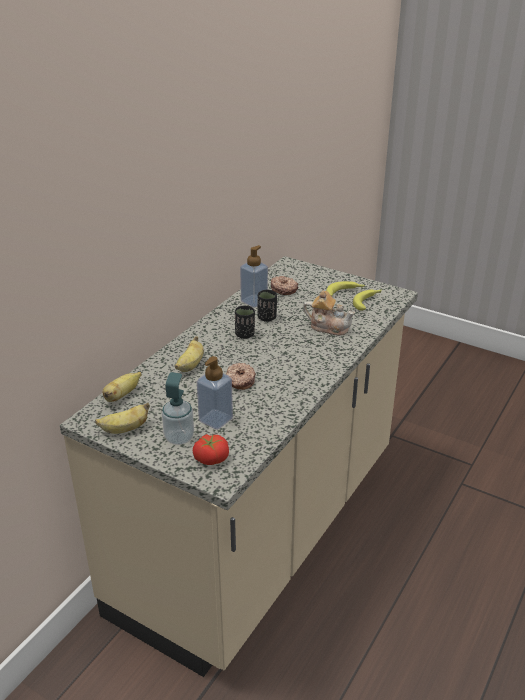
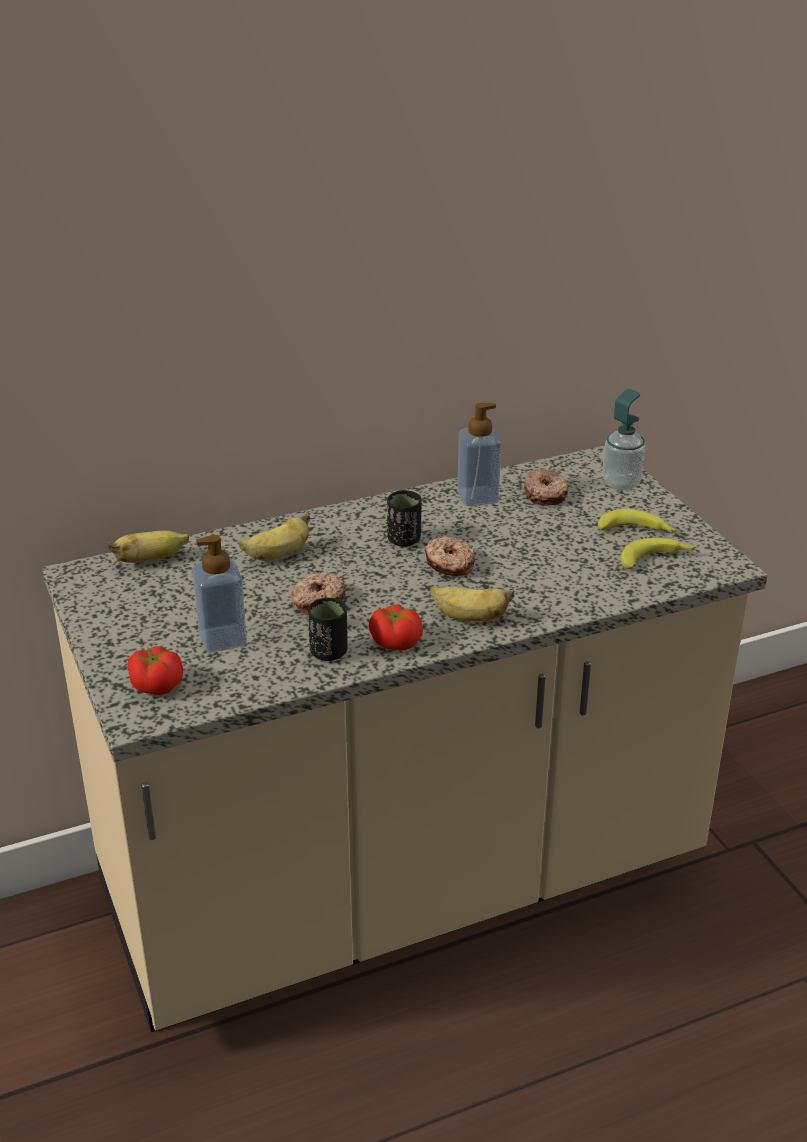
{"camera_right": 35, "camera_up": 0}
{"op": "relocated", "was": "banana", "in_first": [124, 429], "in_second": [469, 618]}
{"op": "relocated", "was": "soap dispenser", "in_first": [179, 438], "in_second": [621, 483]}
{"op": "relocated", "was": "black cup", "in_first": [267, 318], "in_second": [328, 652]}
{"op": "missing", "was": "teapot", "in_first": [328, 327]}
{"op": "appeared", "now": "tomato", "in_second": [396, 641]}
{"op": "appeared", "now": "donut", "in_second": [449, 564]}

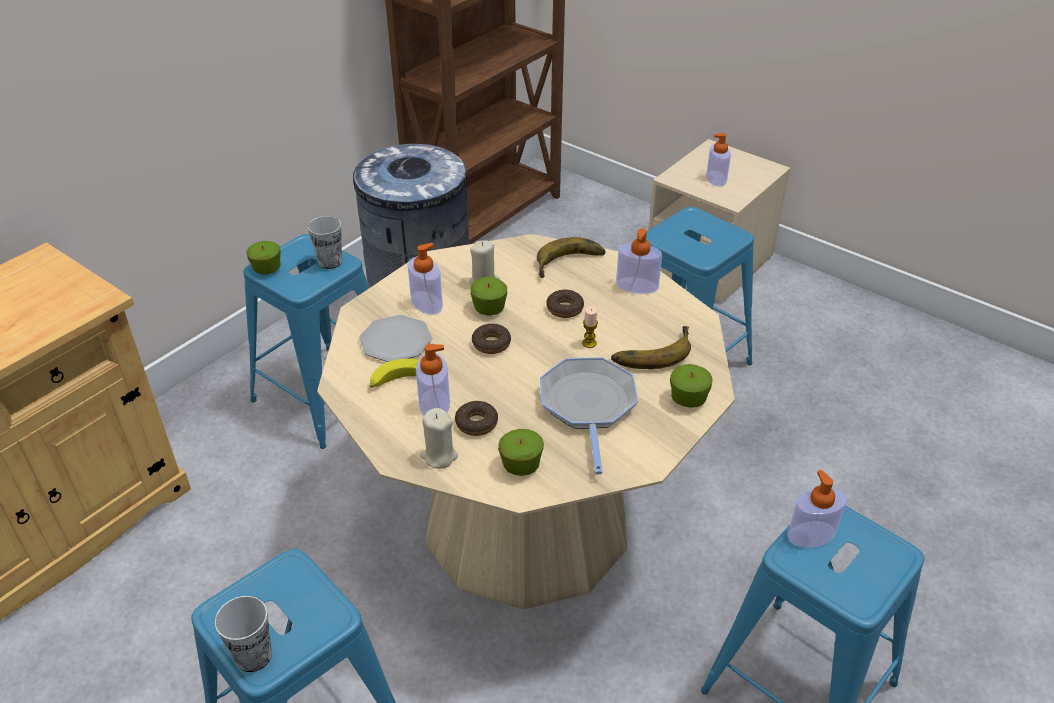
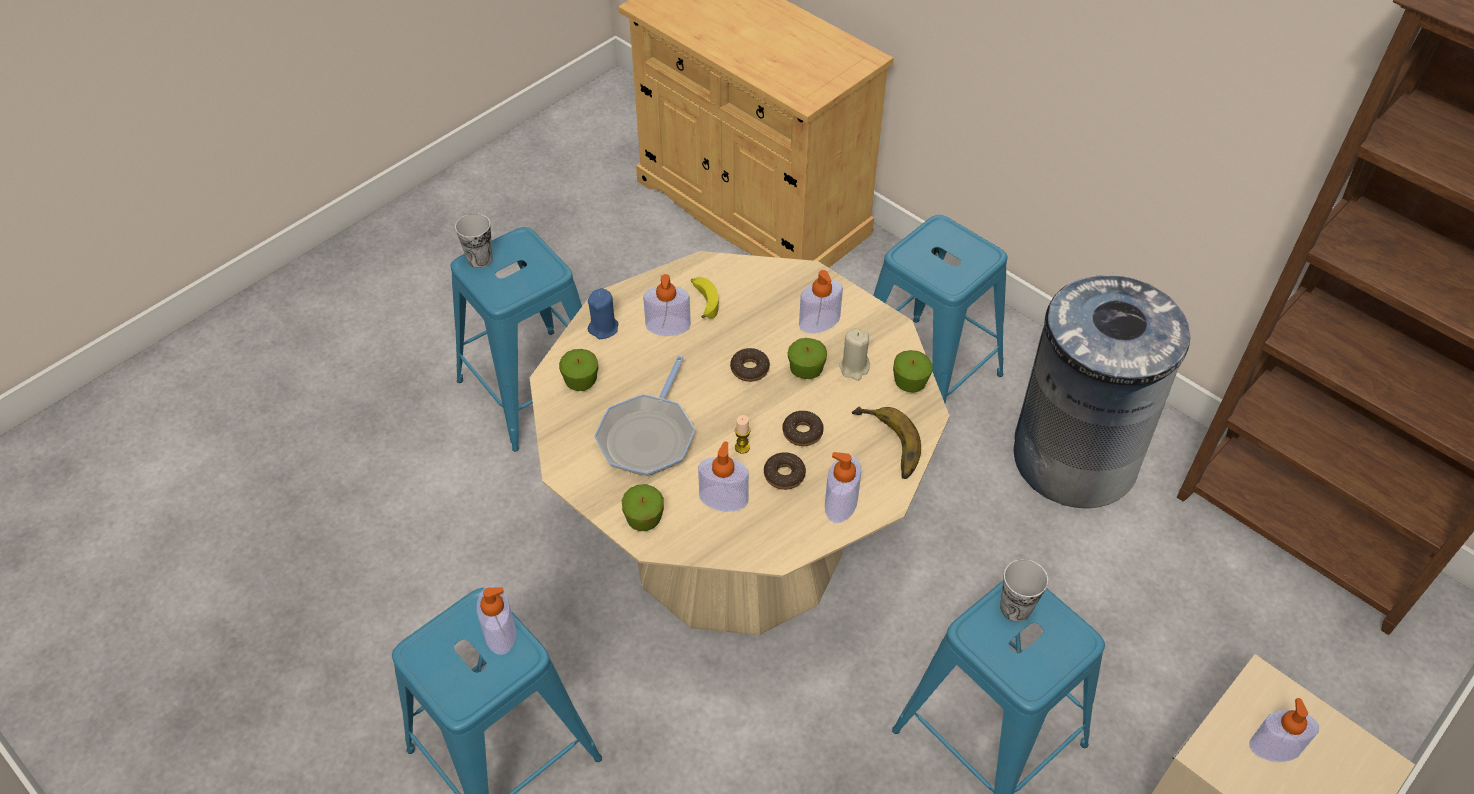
{"camera_right": 95, "camera_up": 10}
{"op": "relocated", "was": "apple", "in_first": [267, 269], "in_second": [910, 382]}
{"op": "relocated", "was": "cup", "in_first": [330, 262], "in_second": [1015, 608]}
{"op": "missing", "was": "plate", "in_first": [395, 341]}
{"op": "colour", "was": "beige candle", "now": "blue candle", "in_first": [439, 456], "in_second": [603, 328]}
{"op": "relocated", "was": "donut", "in_first": [476, 423], "in_second": [784, 475]}
{"op": "spun", "was": "frying pan", "in_first": [588, 406], "in_second": [648, 436], "clockwise": 105}
{"op": "exchanged", "was": "banana", "now": "soap dispenser", "in_first": [650, 351], "in_second": [723, 499]}

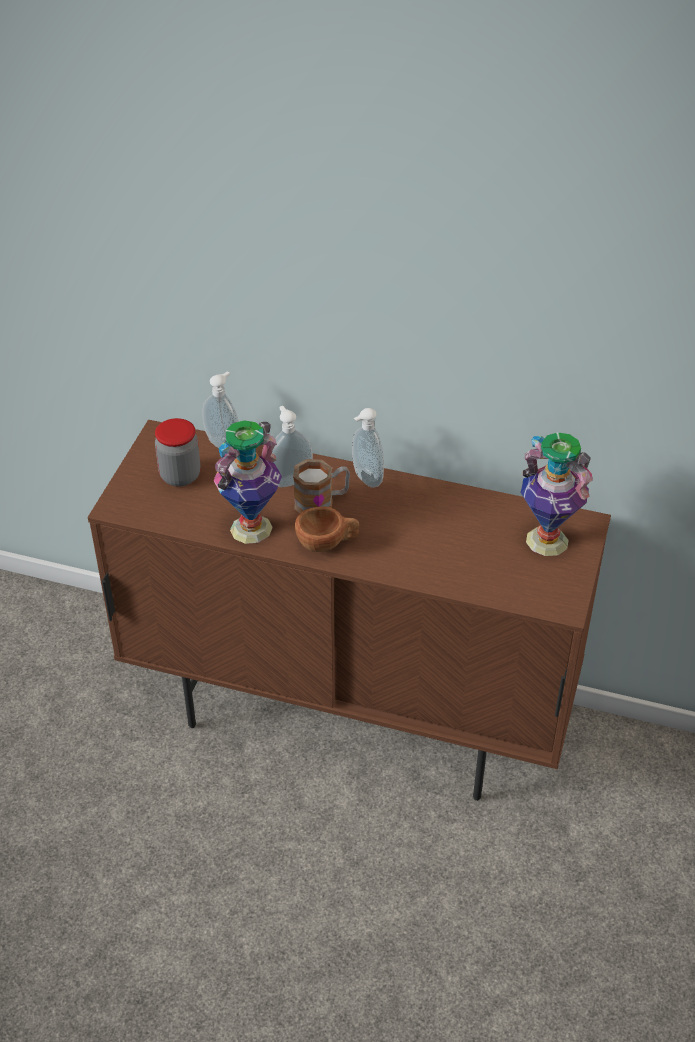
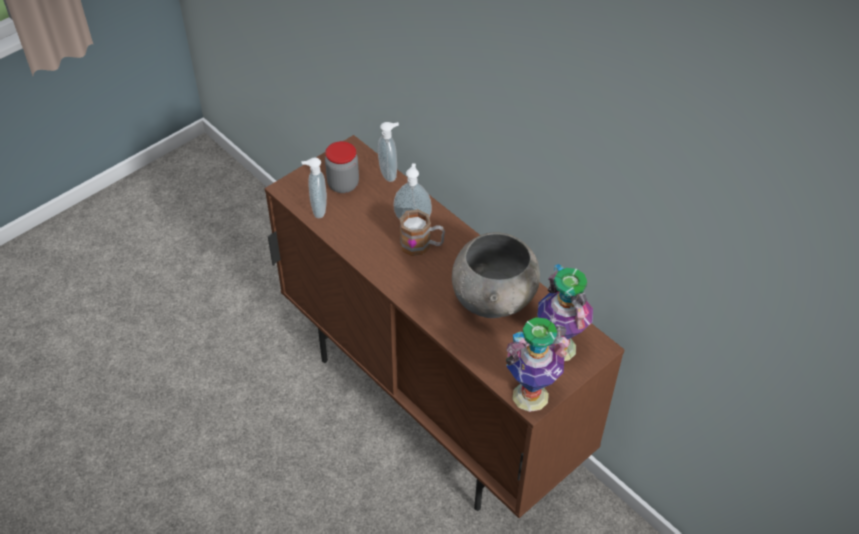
{"camera_right": 30, "camera_up": 5}
{"op": "relocated", "was": "vase", "in_first": [251, 529], "in_second": [530, 397]}
{"op": "missing", "was": "brown cup", "in_first": [327, 543]}
{"op": "relocated", "was": "soap dispenser", "in_first": [365, 479], "in_second": [317, 209]}
{"op": "appeared", "now": "grey bowl", "in_second": [493, 300]}

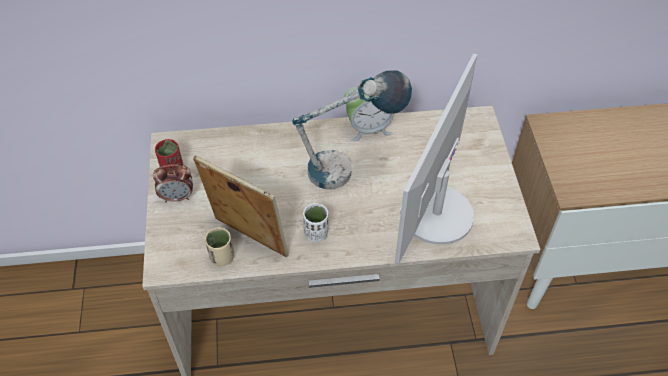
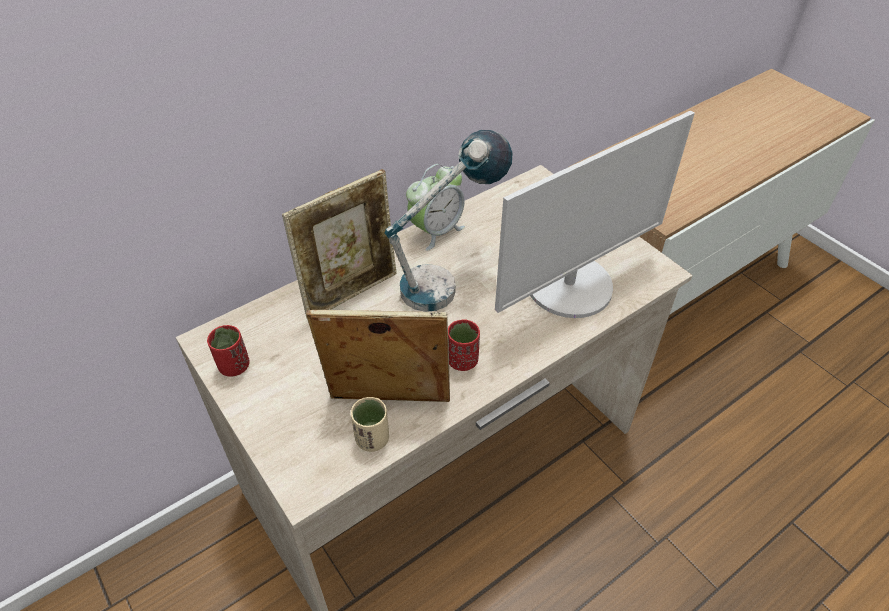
{"camera_right": -30, "camera_up": -5}
{"op": "missing", "was": "alarm clock", "in_first": [177, 197]}
{"op": "colour", "was": "white cup", "now": "red cup", "in_first": [316, 233], "in_second": [462, 360]}
{"op": "spun", "was": "monitor", "in_first": [435, 214], "in_second": [570, 286], "clockwise": -120}
{"op": "appeared", "now": "picture frame", "in_second": [351, 293]}

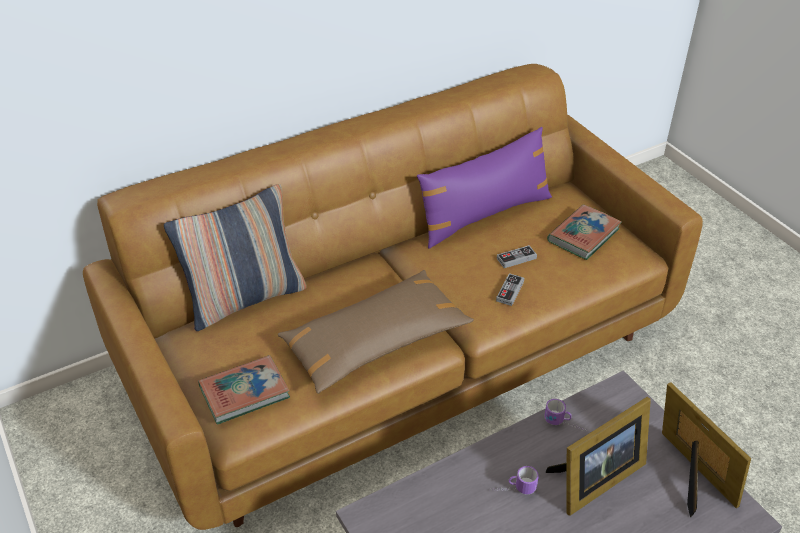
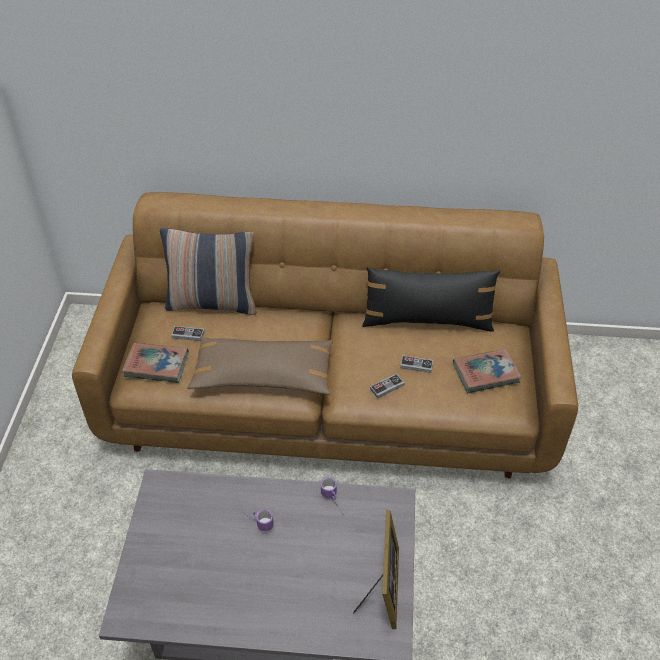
{"camera_right": 35, "camera_up": 5}
{"op": "colour", "was": "purple pillow", "now": "black pillow", "in_first": [484, 215], "in_second": [427, 320]}
{"op": "missing", "was": "picture frame", "in_first": [594, 480]}
{"op": "appeared", "now": "game controller", "in_second": [188, 335]}

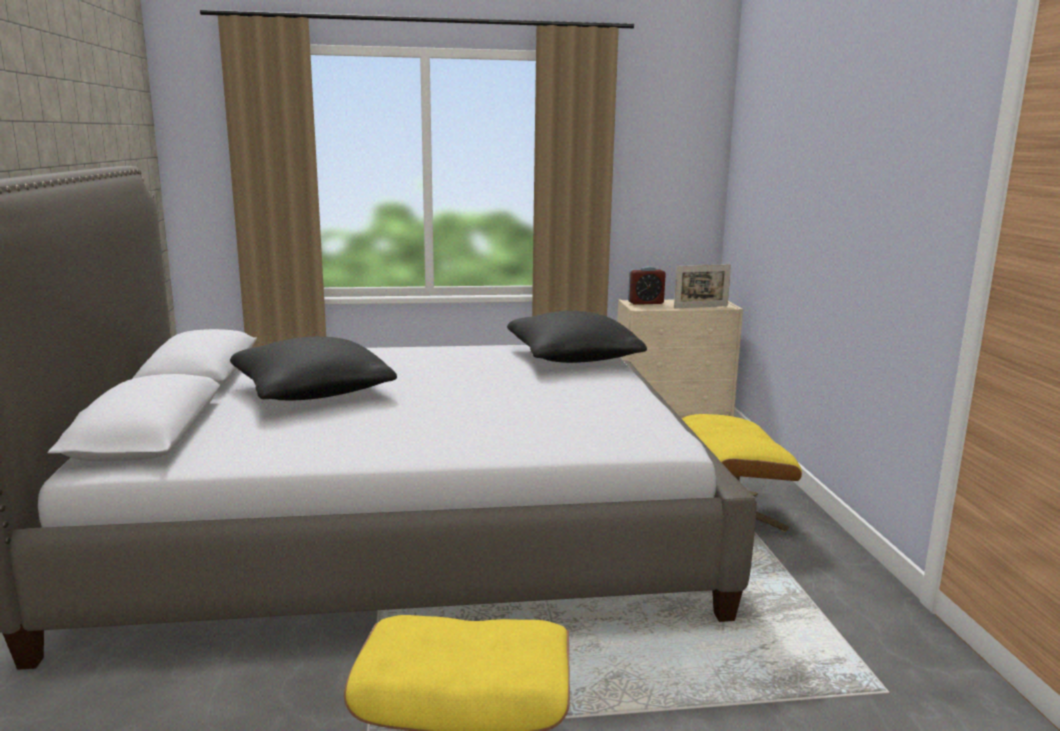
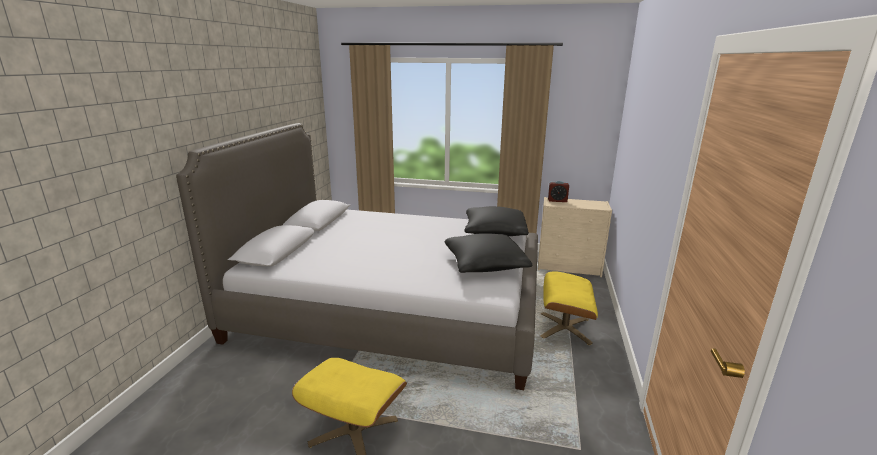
{"camera_right": 20, "camera_up": 5}
{"op": "relocated", "was": "black pillow", "in_first": [312, 392], "in_second": [485, 265]}
{"op": "missing", "was": "picture frame", "in_first": [701, 307]}

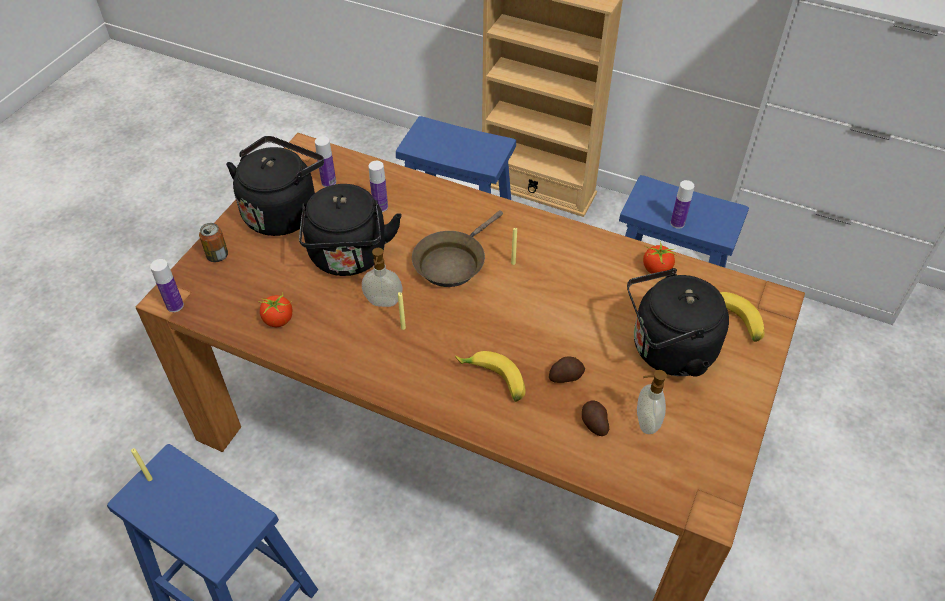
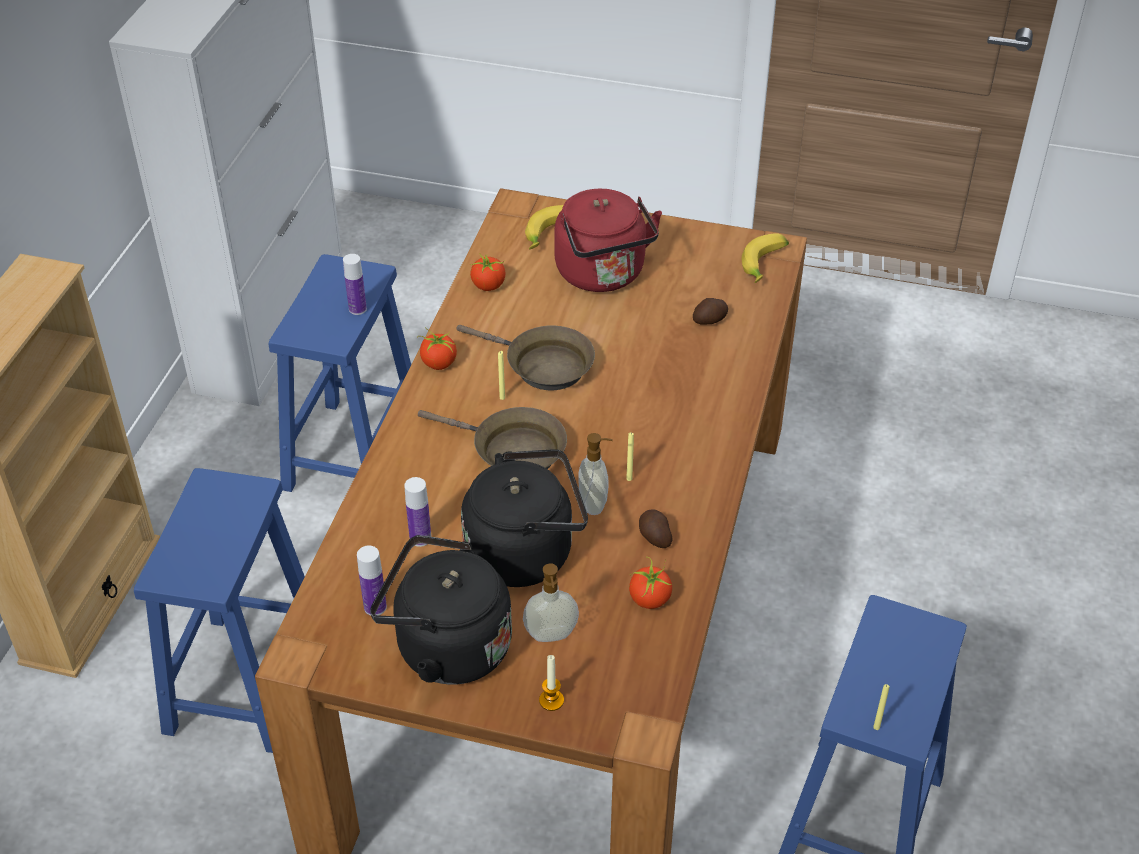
{"camera_right": -100, "camera_up": -5}
{"op": "missing", "was": "bottle", "in_first": [175, 305]}
{"op": "exchanged", "was": "can", "now": "candle", "in_first": [217, 256], "in_second": [551, 700]}
{"op": "relocated", "was": "banana", "in_first": [492, 381], "in_second": [765, 265]}
{"op": "relocated", "was": "potato", "in_first": [565, 376], "in_second": [654, 537]}
{"op": "colour", "was": "black kettle", "now": "red kettle", "in_first": [668, 351], "in_second": [603, 275]}
{"op": "relocated", "was": "soap dispenser", "in_first": [645, 422], "in_second": [551, 635]}
{"op": "appeared", "now": "tomato", "in_second": [438, 363]}
{"op": "appeared", "now": "brown frying pan", "in_second": [542, 365]}

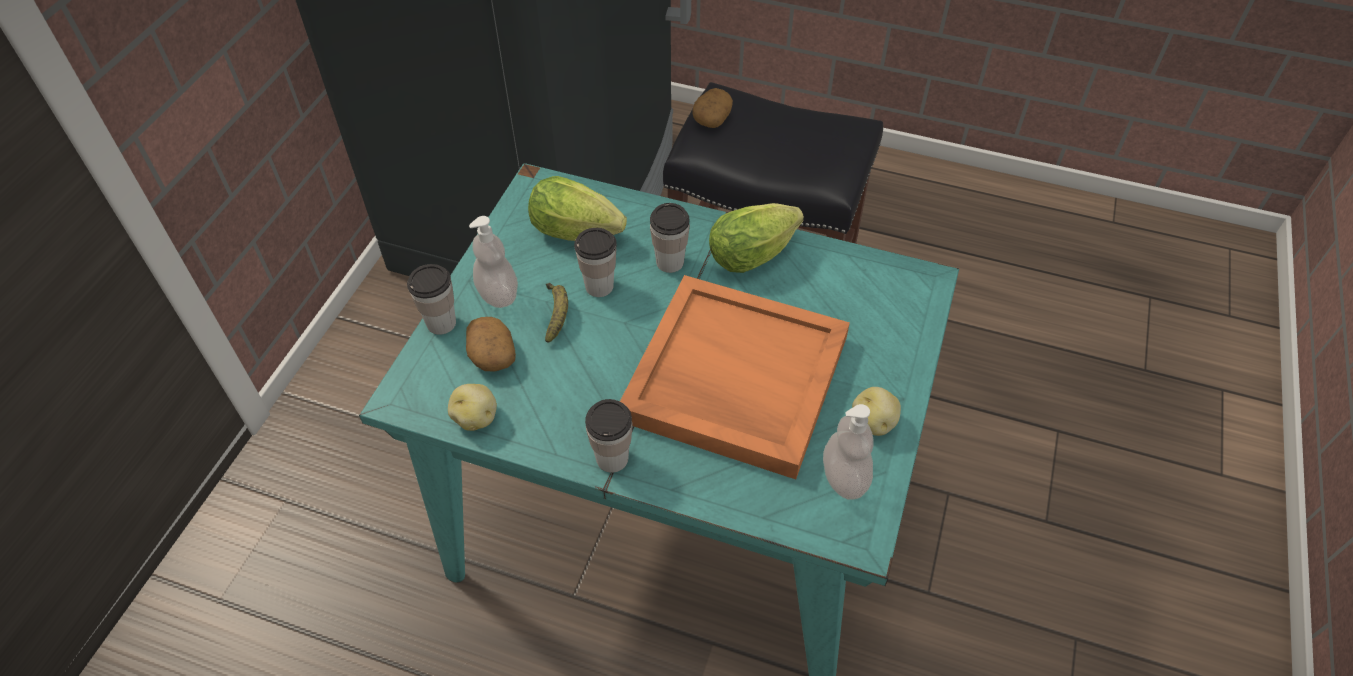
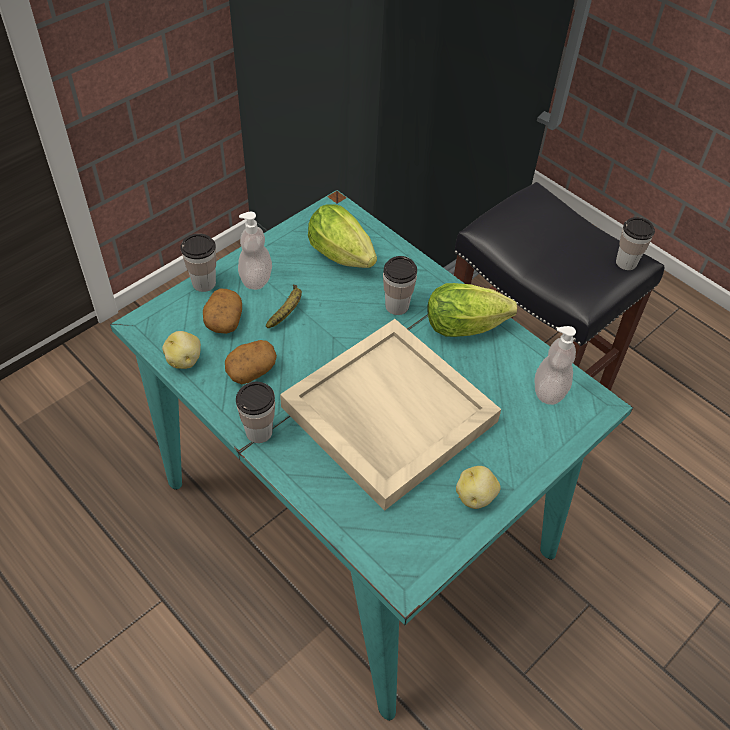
{"camera_right": 25, "camera_up": 0}
{"op": "relocated", "was": "cup", "in_first": [599, 286], "in_second": [626, 262]}
{"op": "colour", "was": "orange tray", "now": "beige tray", "in_first": [733, 379], "in_second": [387, 414]}
{"op": "relocated", "was": "potato", "in_first": [712, 118], "in_second": [251, 370]}
{"op": "relocated", "was": "soap dispenser", "in_first": [844, 478], "in_second": [549, 390]}

